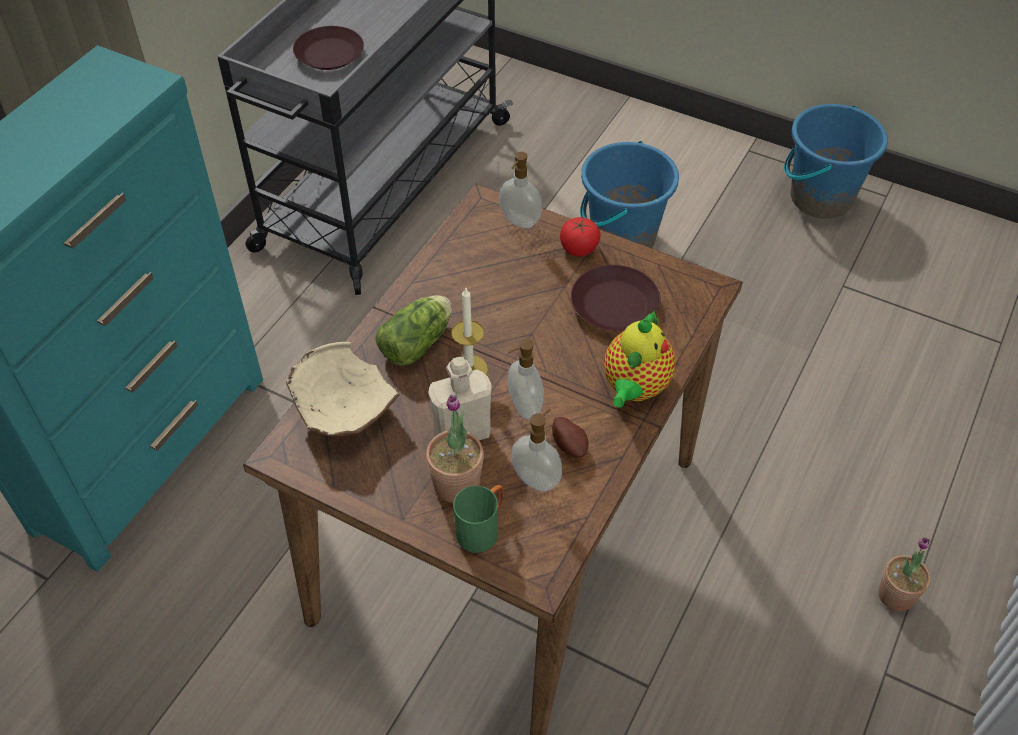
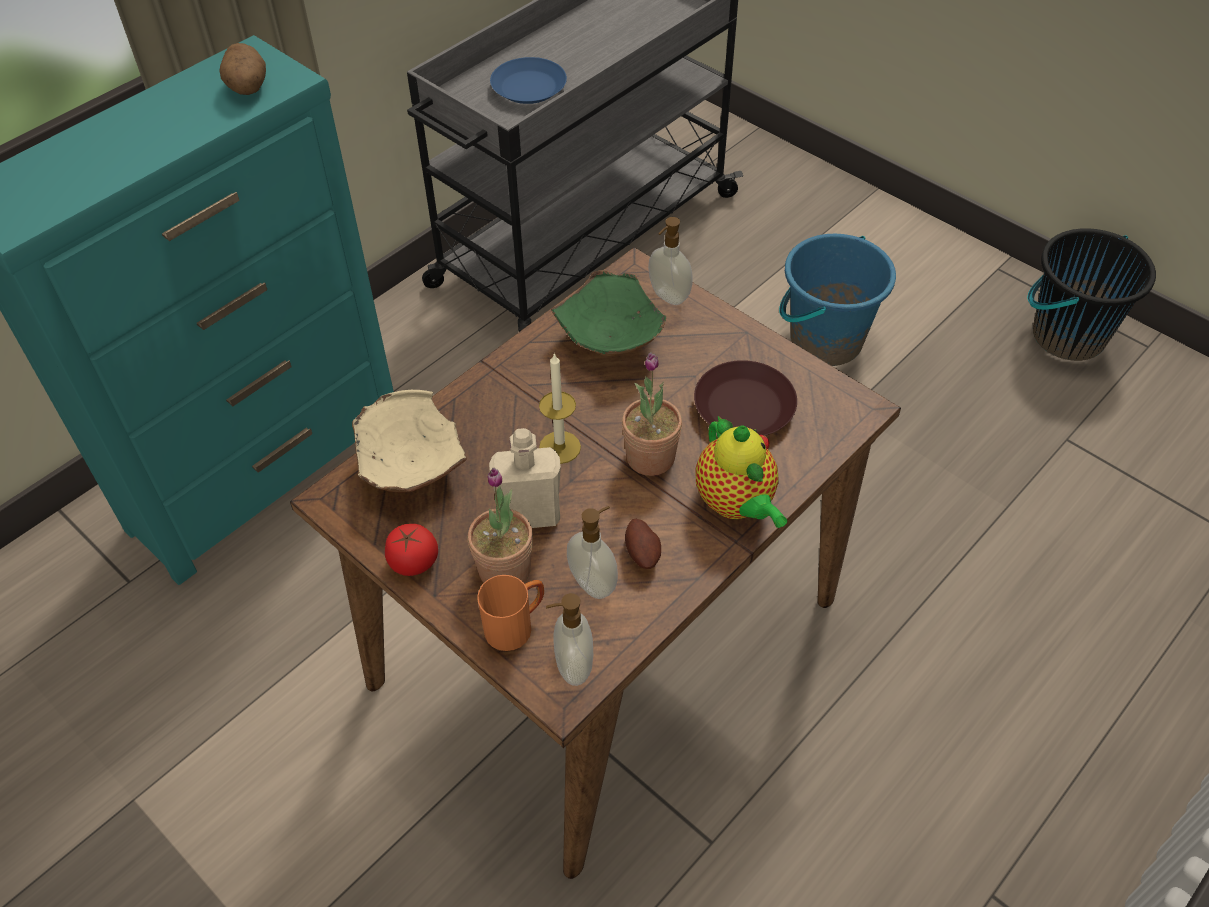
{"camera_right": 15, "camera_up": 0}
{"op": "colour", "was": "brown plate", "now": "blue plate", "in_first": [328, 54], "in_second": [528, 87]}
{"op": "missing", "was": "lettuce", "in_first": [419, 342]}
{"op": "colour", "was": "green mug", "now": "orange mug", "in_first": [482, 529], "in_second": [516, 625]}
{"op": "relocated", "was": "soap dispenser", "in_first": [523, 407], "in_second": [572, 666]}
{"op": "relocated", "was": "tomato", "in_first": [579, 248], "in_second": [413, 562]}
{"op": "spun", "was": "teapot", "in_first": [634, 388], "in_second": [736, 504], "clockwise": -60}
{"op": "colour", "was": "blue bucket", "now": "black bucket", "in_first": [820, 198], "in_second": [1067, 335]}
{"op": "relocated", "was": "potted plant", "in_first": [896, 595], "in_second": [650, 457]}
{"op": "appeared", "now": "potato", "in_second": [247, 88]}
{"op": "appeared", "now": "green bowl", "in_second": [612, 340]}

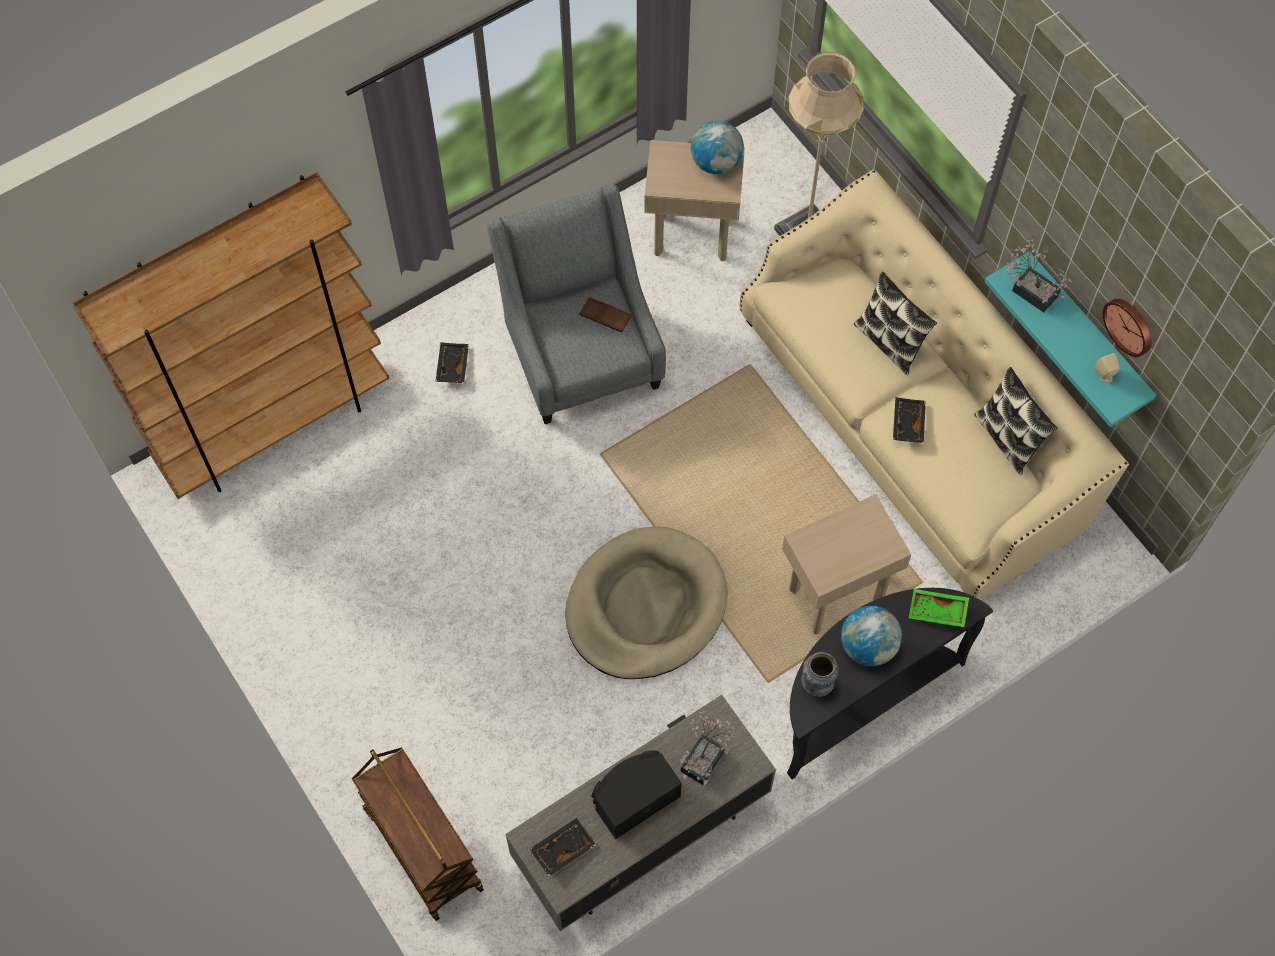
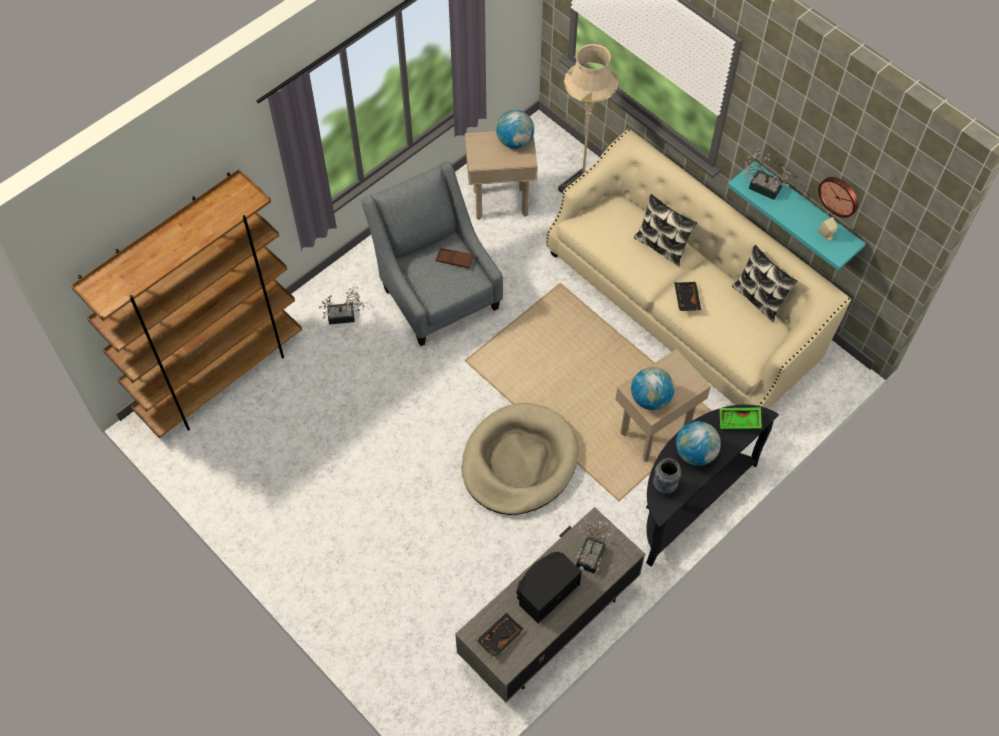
{"camera_right": -10, "camera_up": -5}
{"op": "missing", "was": "brown cart", "in_first": [422, 848]}
{"op": "exchanged", "was": "black tray", "now": "potted plant", "in_first": [451, 366], "in_second": [345, 316]}
{"op": "appeared", "now": "globe", "in_second": [650, 398]}

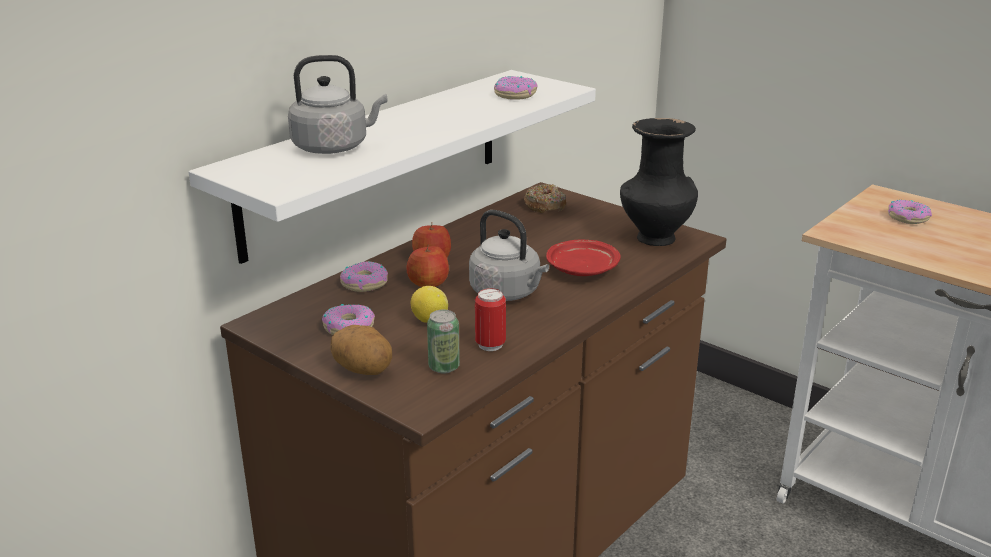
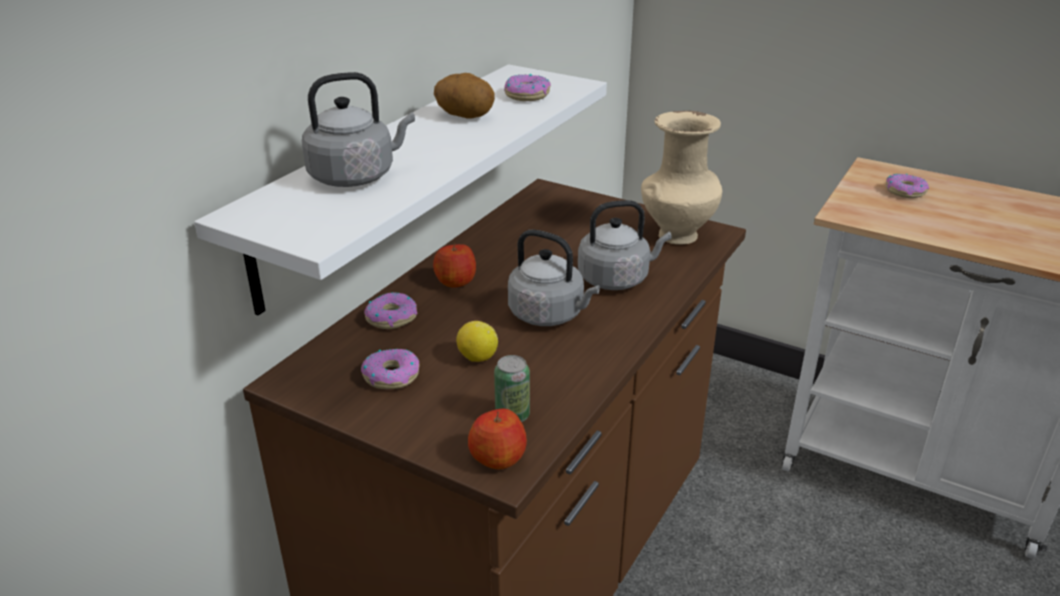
{"camera_right": -10, "camera_up": 5}
{"op": "relocated", "was": "potato", "in_first": [363, 370], "in_second": [465, 116]}
{"op": "relocated", "was": "apple", "in_first": [428, 283], "in_second": [498, 457]}
{"op": "missing", "was": "can", "in_first": [490, 345]}
{"op": "missing", "was": "donut", "in_first": [544, 205]}
{"op": "exchanged", "was": "red plate", "now": "grey kettle", "in_first": [582, 269], "in_second": [617, 279]}
{"op": "colour", "was": "black vase", "now": "beige vase", "in_first": [654, 239], "in_second": [676, 236]}

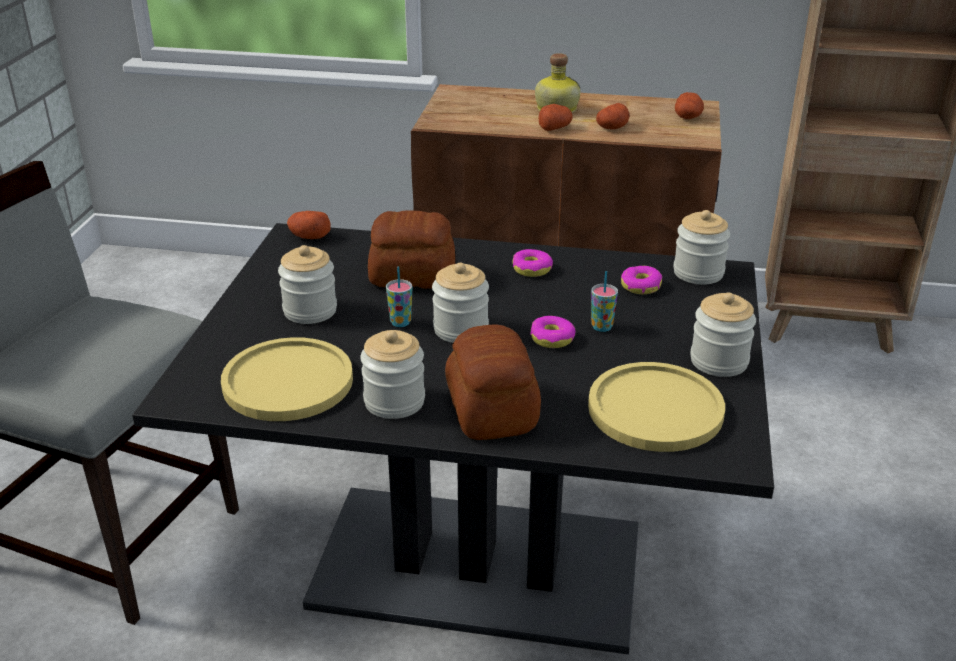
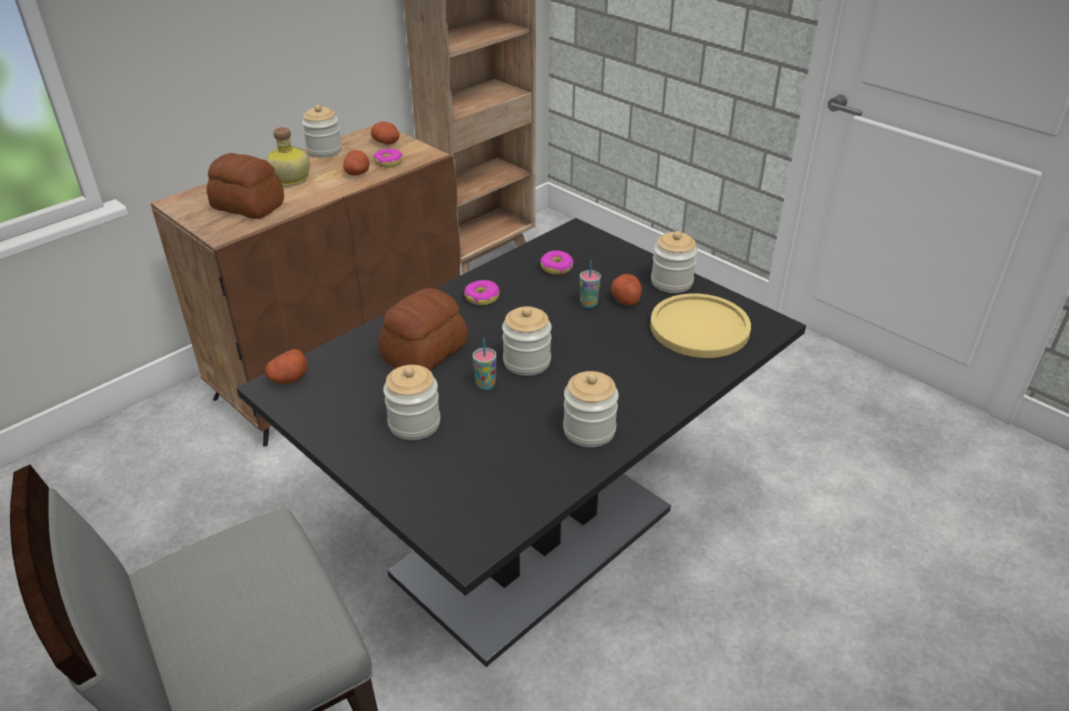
{"camera_right": -55, "camera_up": 5}
{"op": "missing", "was": "yellow plate", "in_first": [288, 382]}
{"op": "relocated", "was": "bread", "in_first": [490, 410], "in_second": [248, 206]}
{"op": "relocated", "was": "donut", "in_first": [552, 338], "in_second": [388, 162]}
{"op": "relocated", "was": "potato", "in_first": [554, 128], "in_second": [625, 298]}
{"op": "relocated", "was": "jar", "in_first": [698, 273], "in_second": [324, 151]}

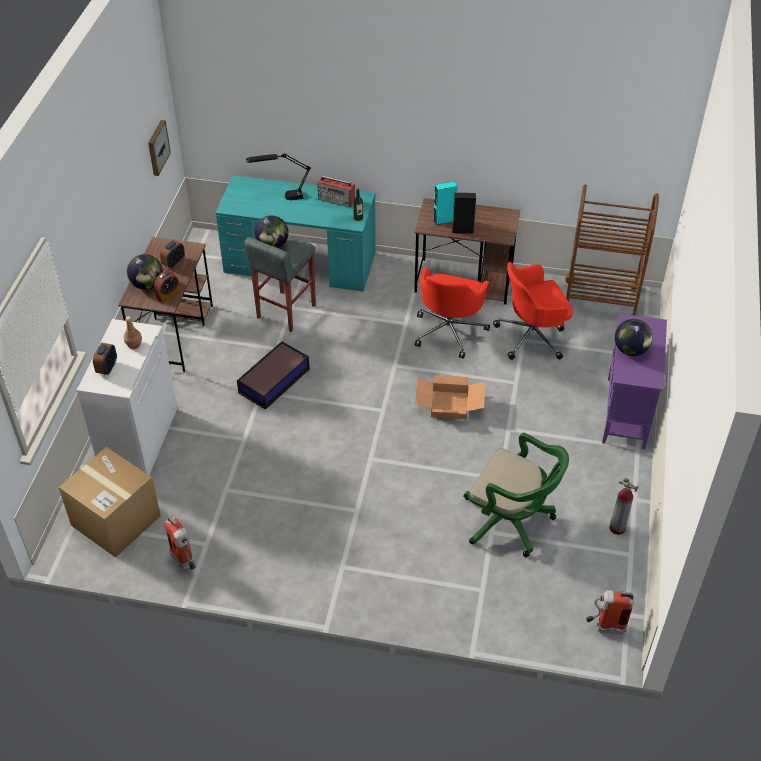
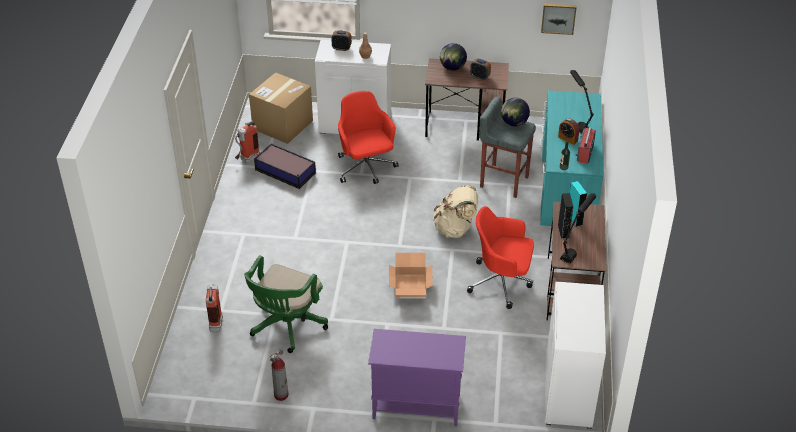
{"camera_right": 85, "camera_up": -5}
{"op": "relocated", "was": "alarm clock", "in_first": [168, 295], "in_second": [568, 139]}
{"op": "relocated", "was": "storage box", "in_first": [275, 380], "in_second": [285, 172]}
{"op": "relocated", "was": "red office chair", "in_first": [532, 336], "in_second": [366, 168]}
{"op": "exchanged", "was": "brown cart", "now": "white cabinet", "in_first": [600, 301], "in_second": [569, 392]}
{"op": "relocated", "was": "fire extinguisher", "in_first": [604, 628], "in_second": [216, 321]}
{"op": "missing", "was": "globe", "in_first": [631, 350]}
{"op": "appeared", "now": "beige backpack", "in_second": [455, 228]}
{"op": "appeared", "now": "black table lamp", "in_second": [574, 249]}

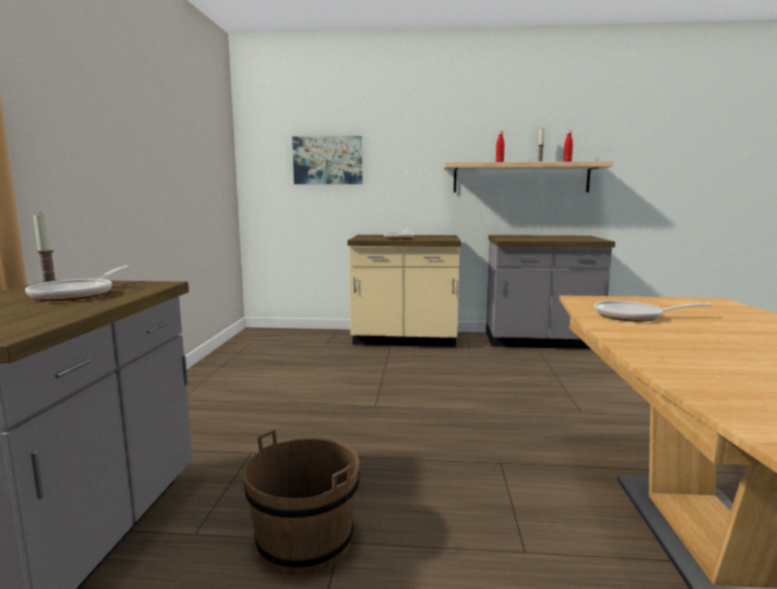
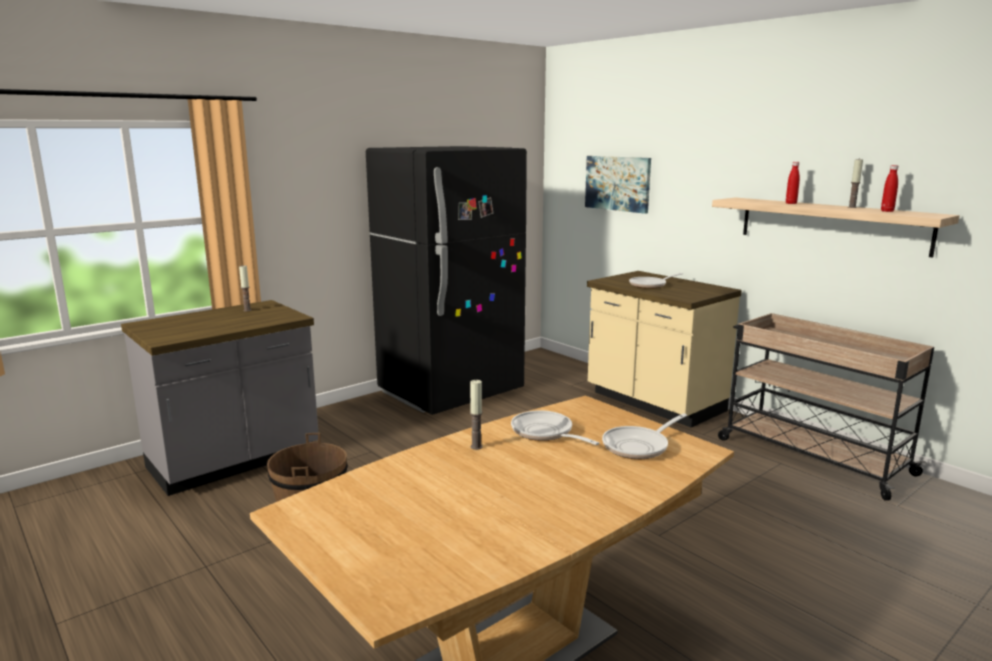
{"camera_right": 45, "camera_up": 5}
{"op": "relocated", "was": "frying pan", "in_first": [77, 294], "in_second": [639, 446]}
{"op": "exchanged", "was": "grey counter", "now": "beige cart", "in_first": [540, 342], "in_second": [811, 456]}
{"op": "appeared", "now": "black fridge", "in_second": [451, 392]}
{"op": "appeared", "now": "candle", "in_second": [476, 447]}

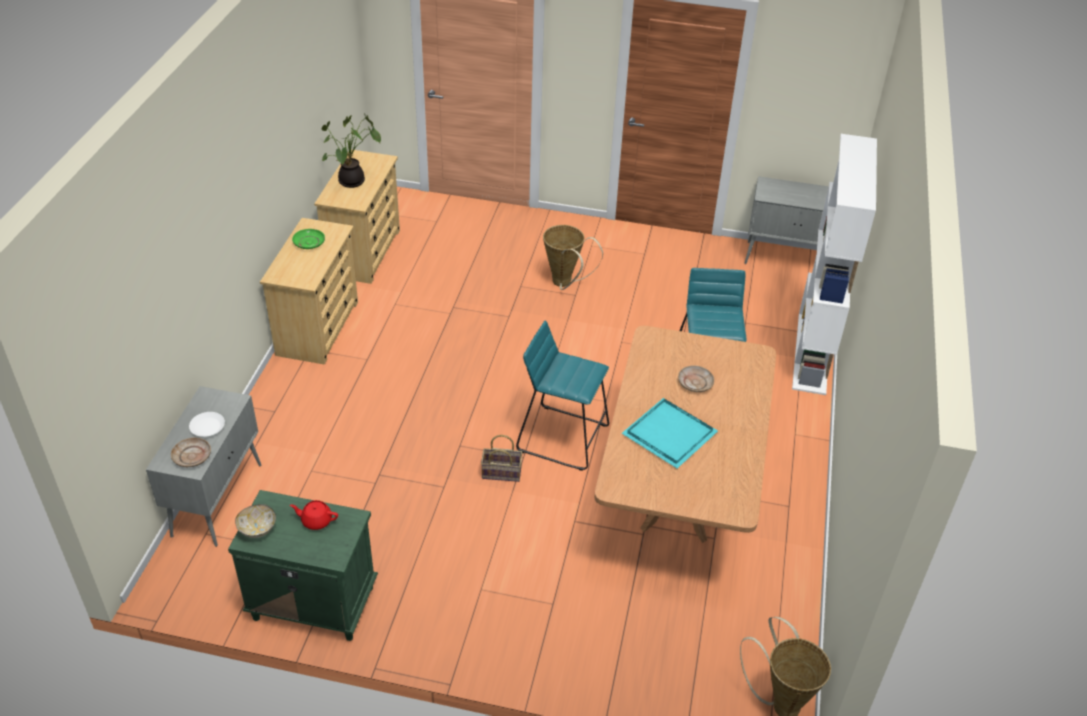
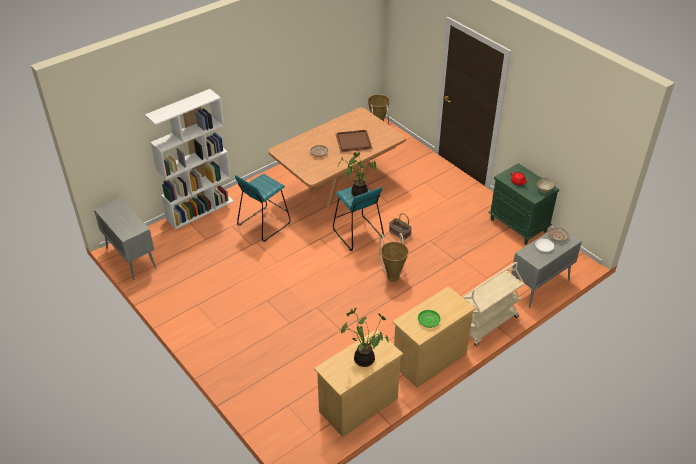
{"camera_right": -140, "camera_up": 0}
{"op": "relocated", "was": "basket", "in_first": [565, 284], "in_second": [392, 275]}
{"op": "colour", "was": "turquoise tray", "now": "brown tray", "in_first": [667, 434], "in_second": [354, 142]}
{"op": "appeared", "now": "potted plant", "in_second": [358, 192]}
{"op": "appeared", "now": "beige cart", "in_second": [487, 324]}

